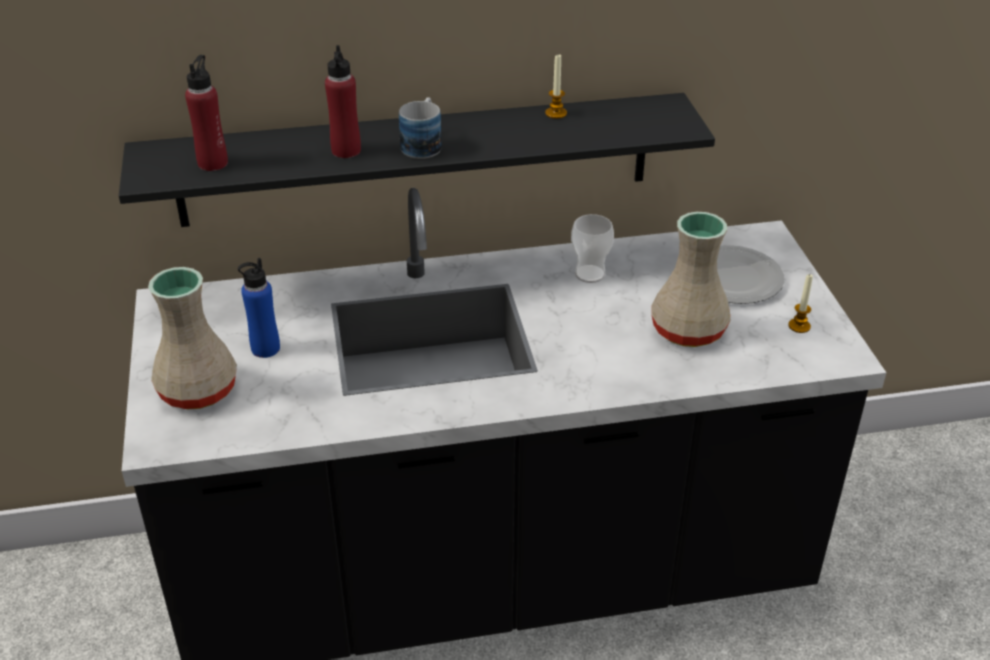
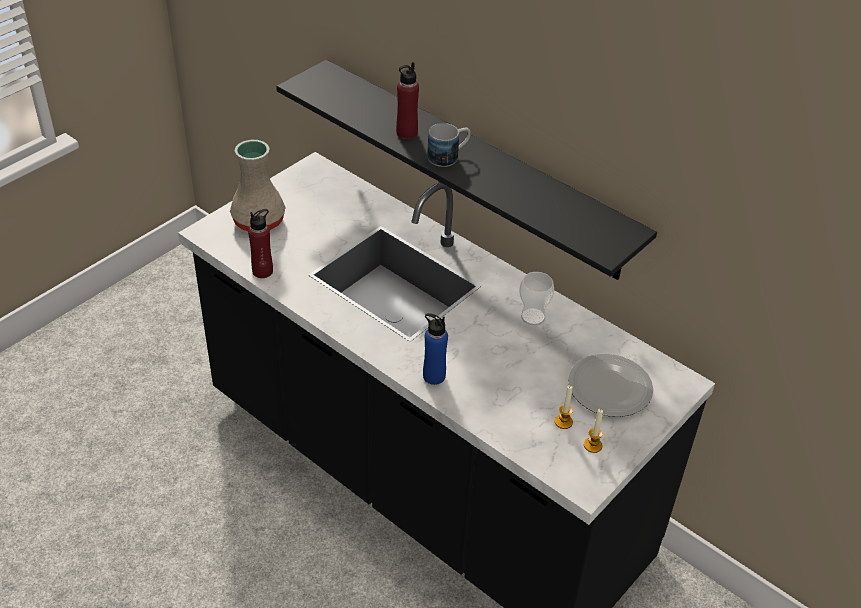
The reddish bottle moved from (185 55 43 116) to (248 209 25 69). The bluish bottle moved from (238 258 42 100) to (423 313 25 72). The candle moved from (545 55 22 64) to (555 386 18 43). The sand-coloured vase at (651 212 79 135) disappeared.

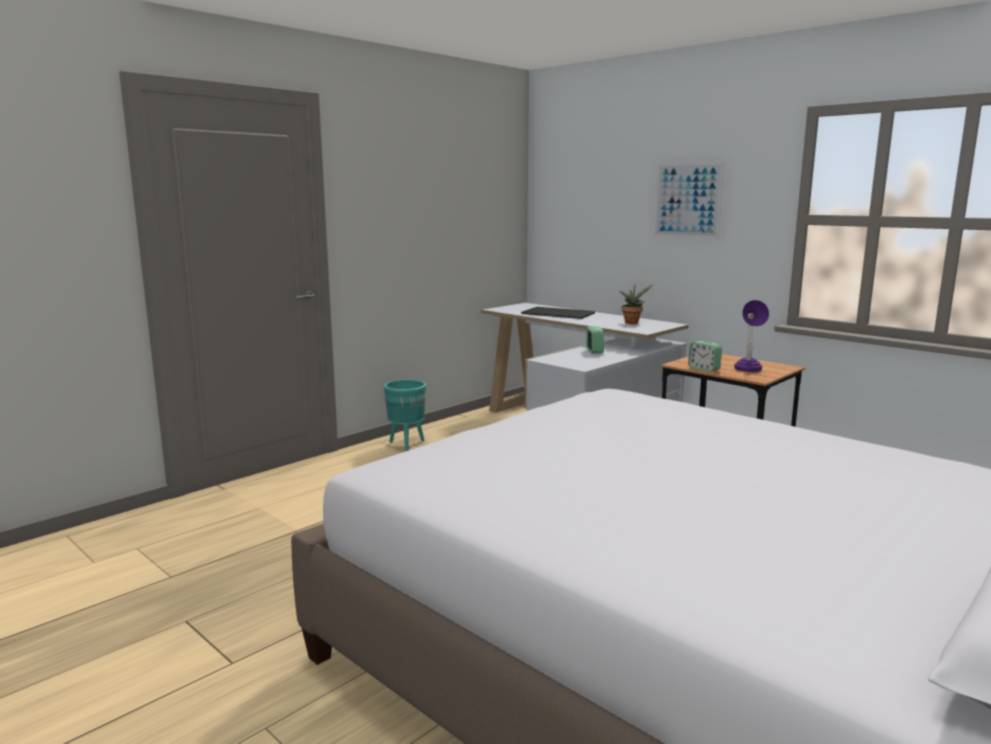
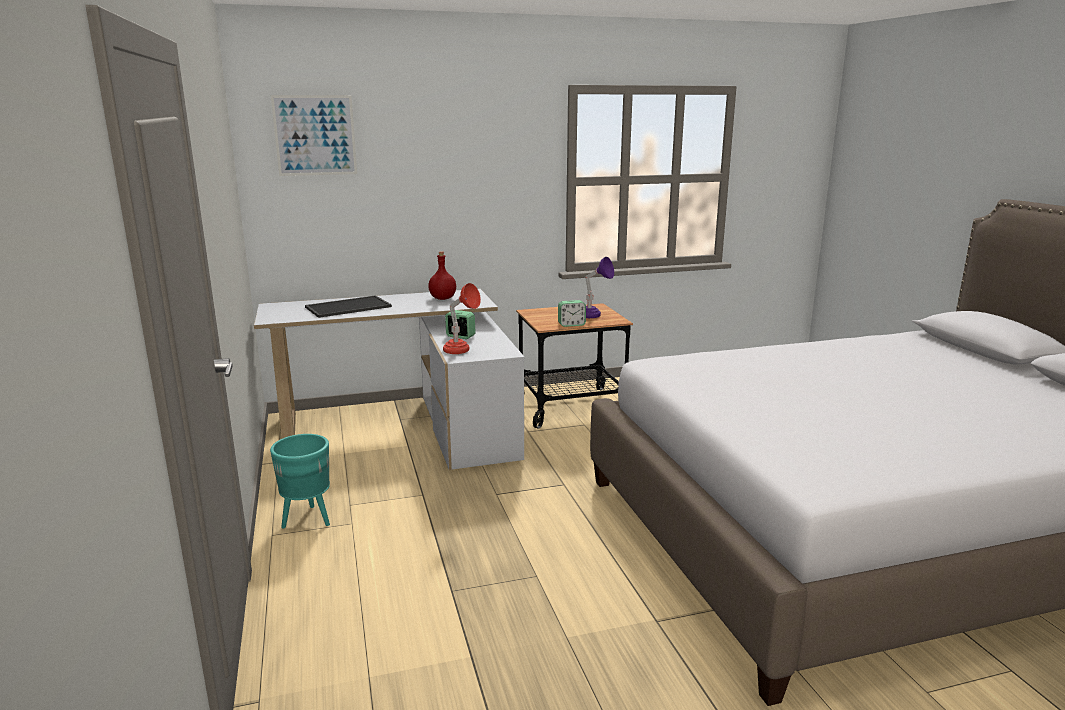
The plant in a pot at (619 284 35 40) was replaced by the reddish bottle at (428 251 28 49). The wall art moved from (654 162 70 77) to (271 95 86 81). The reddish lamp for a table at (443 283 38 71) appeared.

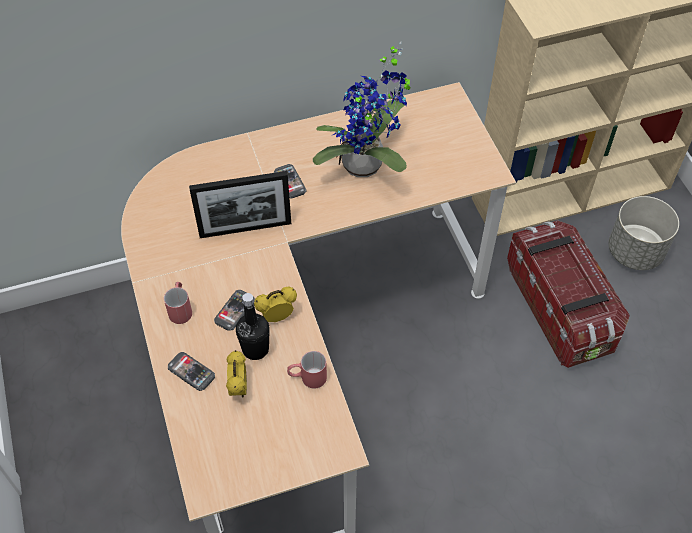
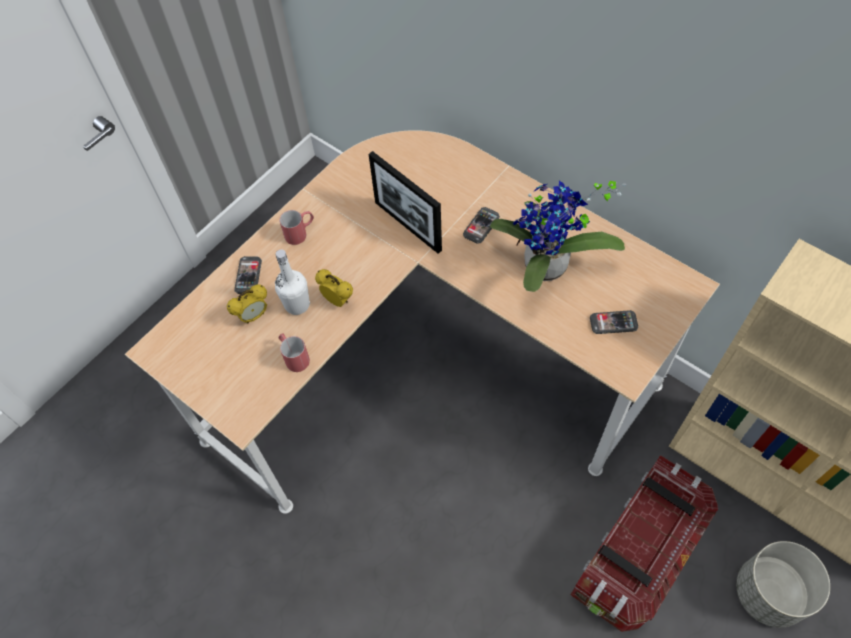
The handset moved from (214 290 41 41) to (590 310 48 24). The black-coloured bottle at (236 293 34 67) became the white-coloured bottle at (275 250 35 65).

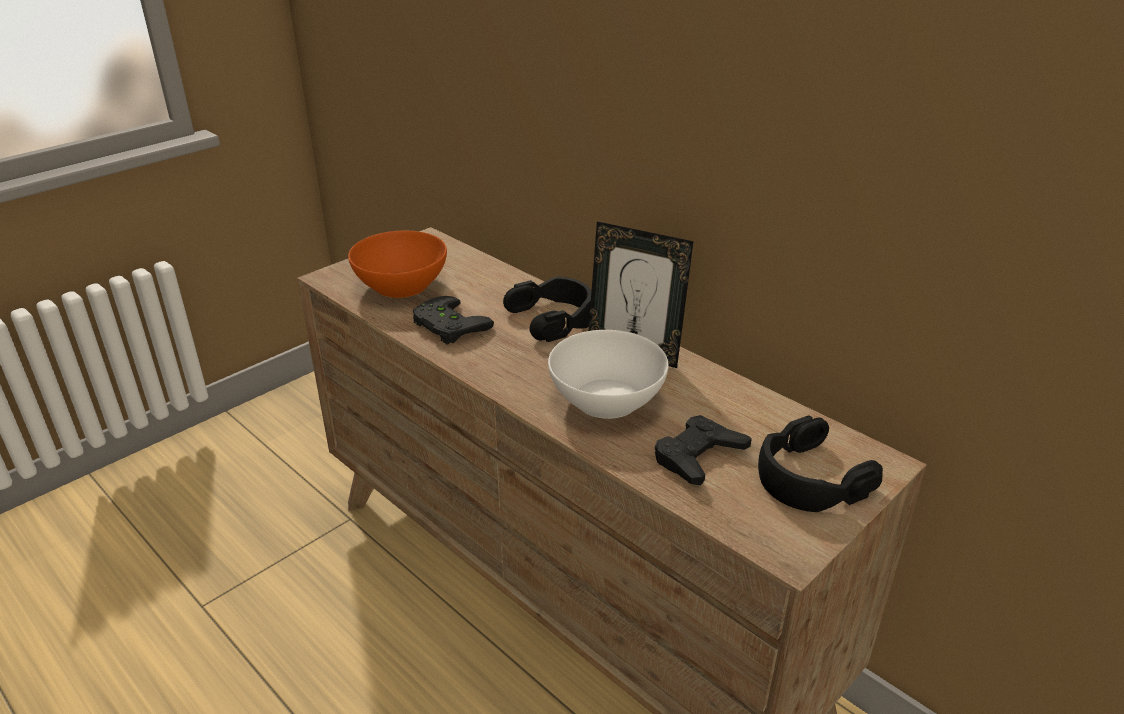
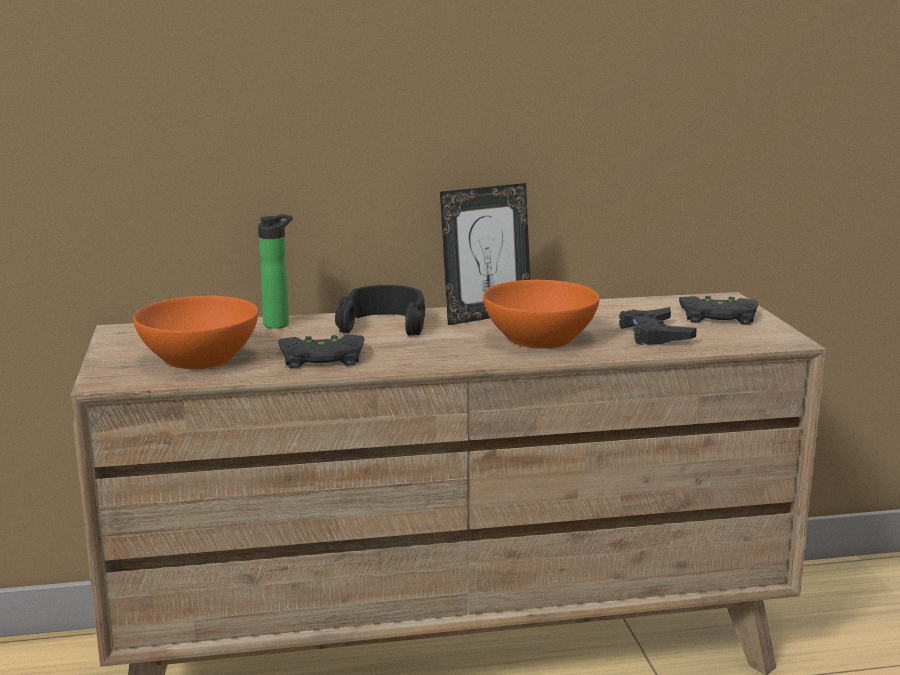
The white-coloured bowl at (548 330 120 89) became the orange bowl at (483 280 116 69). The black-coloured headphones at (758 416 125 96) was replaced by the black-coloured game controller at (679 296 79 28). The bottle at (258 214 35 115) appeared.

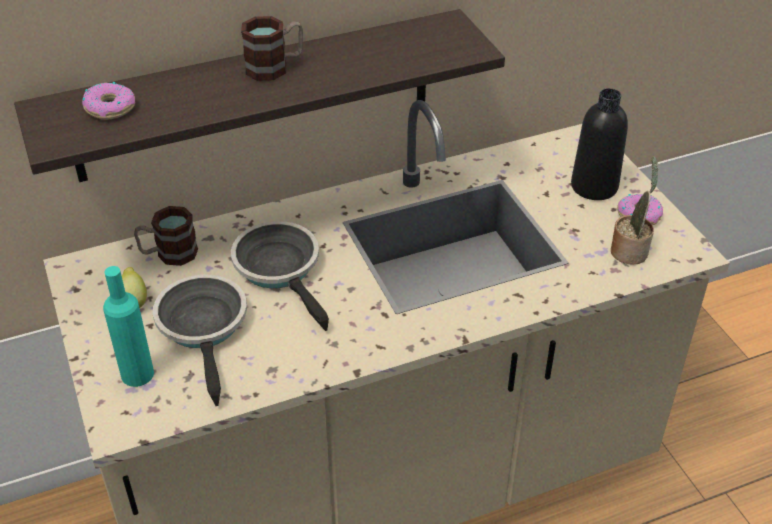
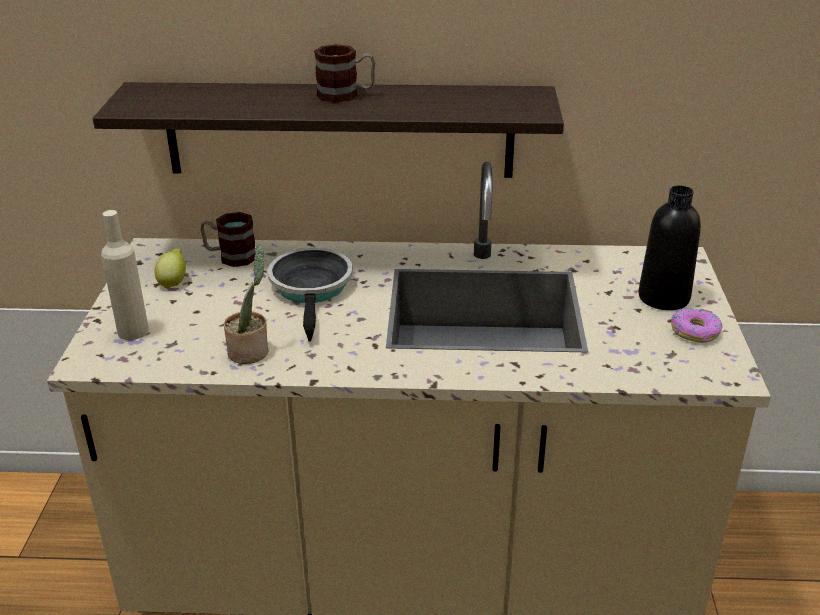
The donut at (82 82 53 38) disappeared. The turquoise-coloured bottle at (103 266 51 121) became the sand-coloured bottle at (101 210 48 130). The skillet at (153 274 94 132) disappeared. The plant in a pot moved from (611 156 48 108) to (224 244 44 120).

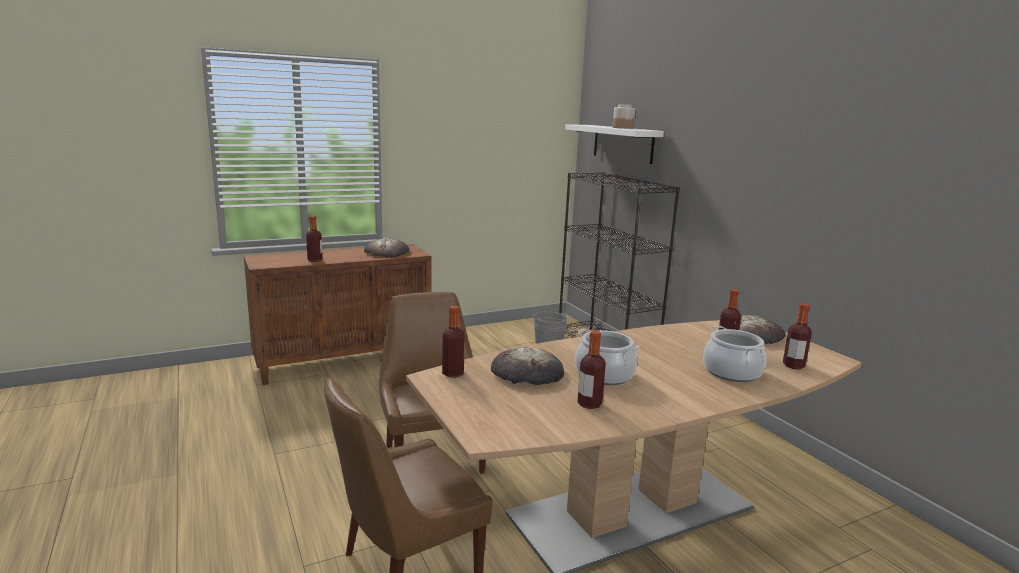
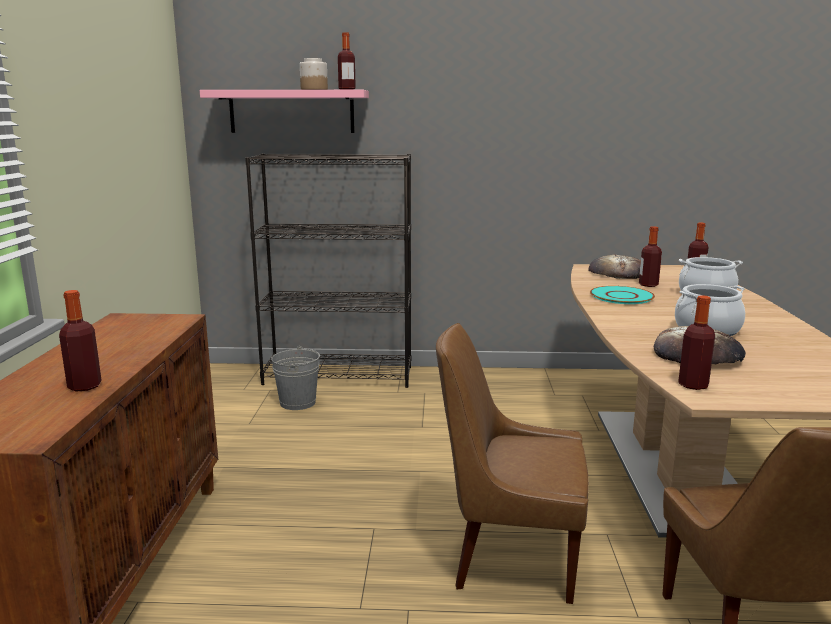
The baked bread at (364 238 45 19) disappeared. The white-coloured bracket shelf at (565 124 99 40) became the pink bracket shelf at (200 90 169 43). The bottle moved from (578 331 28 78) to (338 32 18 58). The turquoise-coloured plate at (590 286 65 18) appeared.

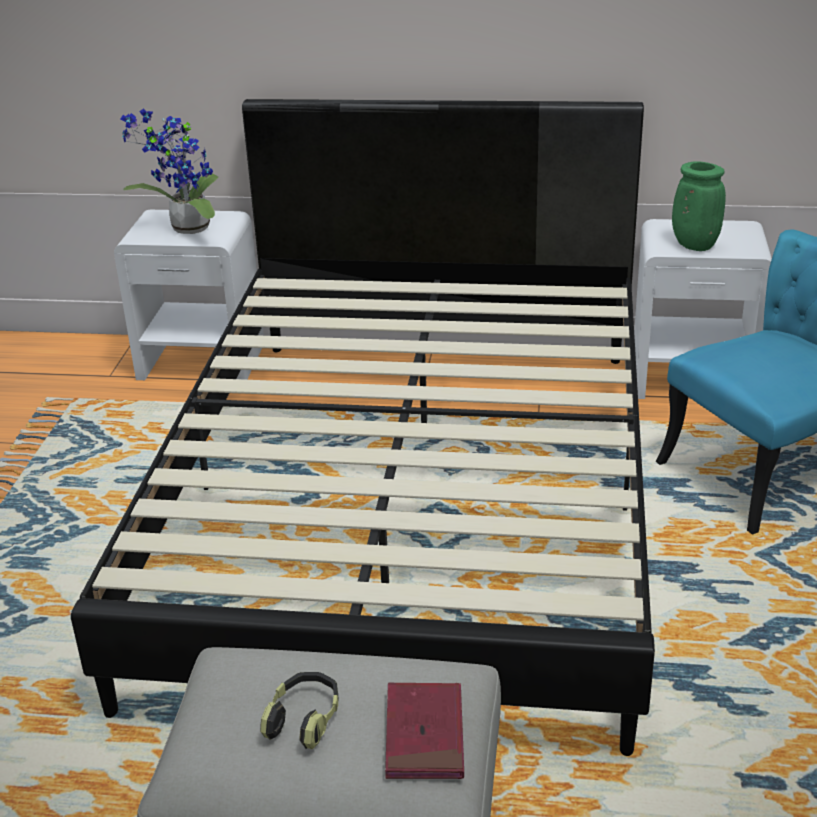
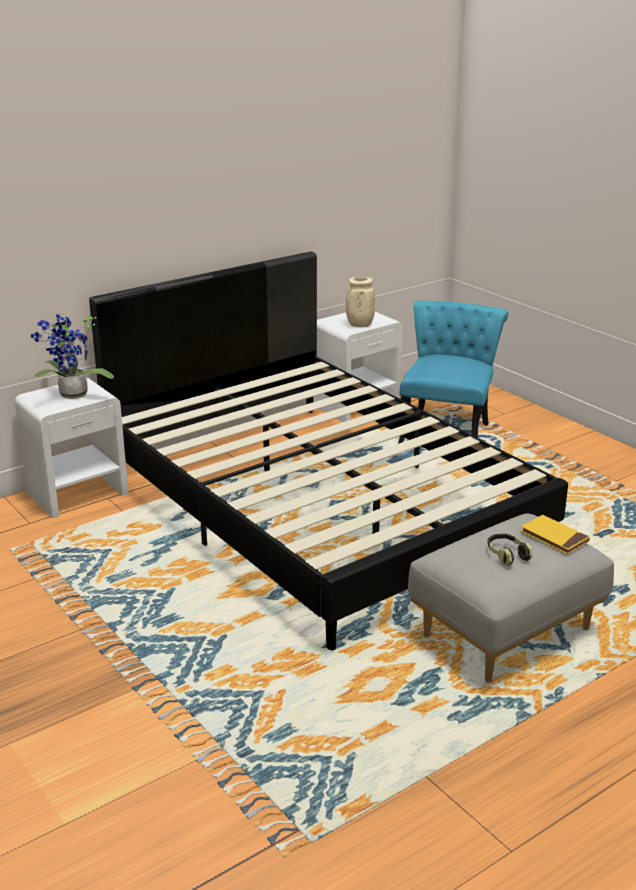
The reddish volume at (385 683 79 96) became the yellow-coloured volume at (520 515 70 40). The green vase at (672 161 54 90) became the sand-coloured vase at (346 277 29 50).

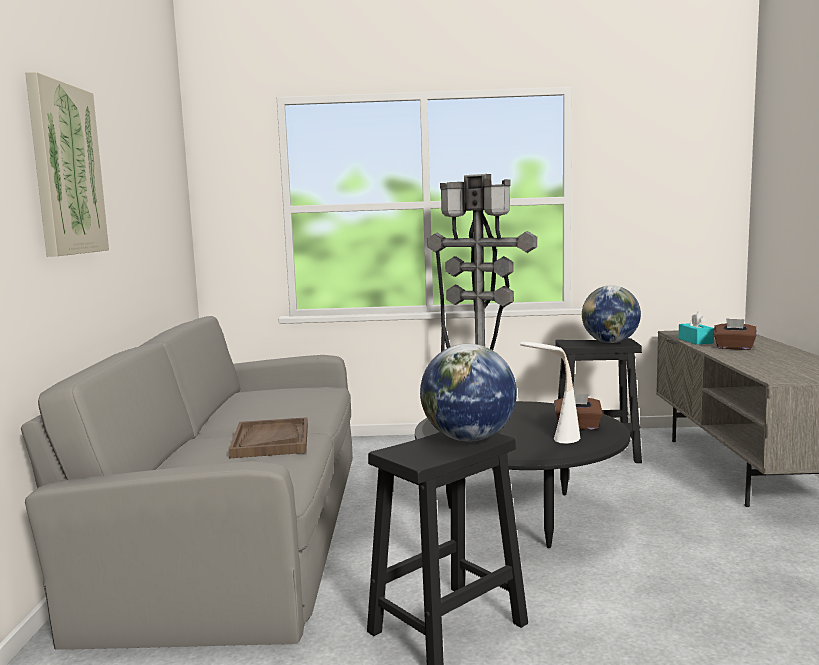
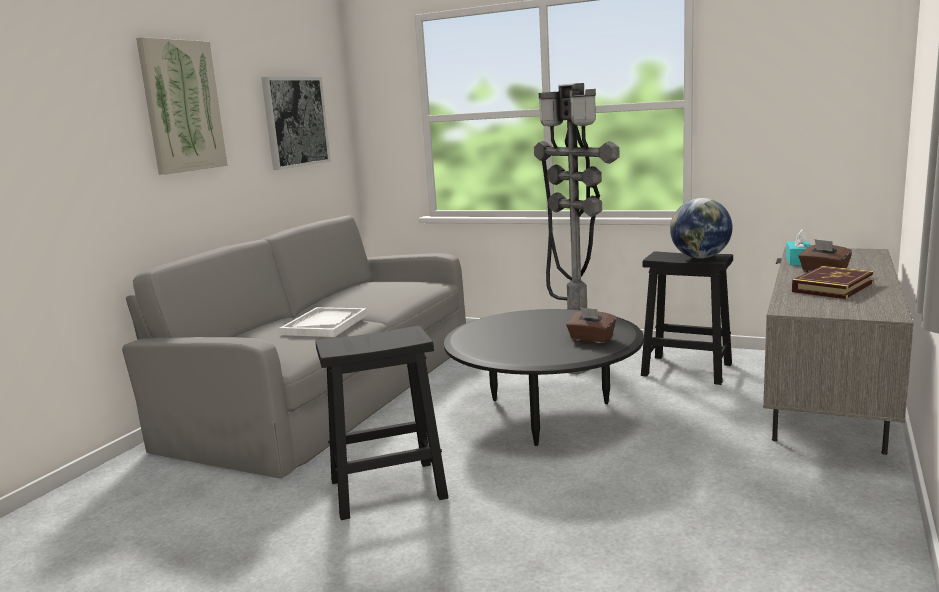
The brownish carrying tray at (229 417 79 41) became the white-coloured carrying tray at (280 307 87 30). The world globe at (420 344 97 98) disappeared. The white-coloured lamp for a table at (520 342 60 102) disappeared. The wall art at (261 77 70 93) appeared. The volume at (792 266 82 33) appeared.

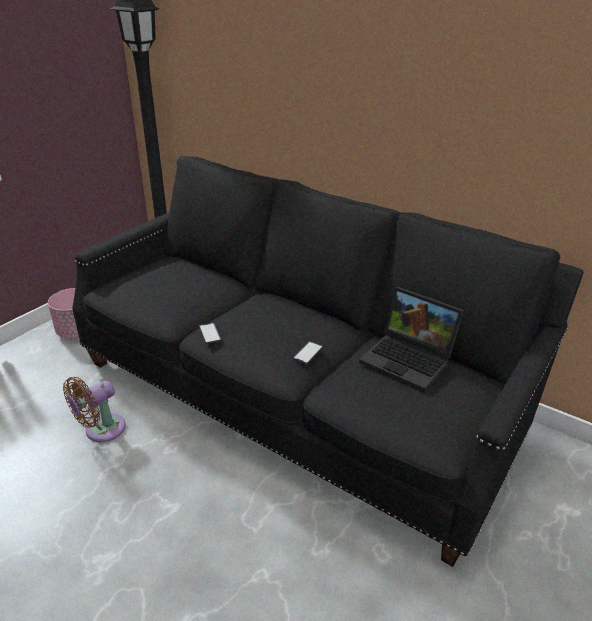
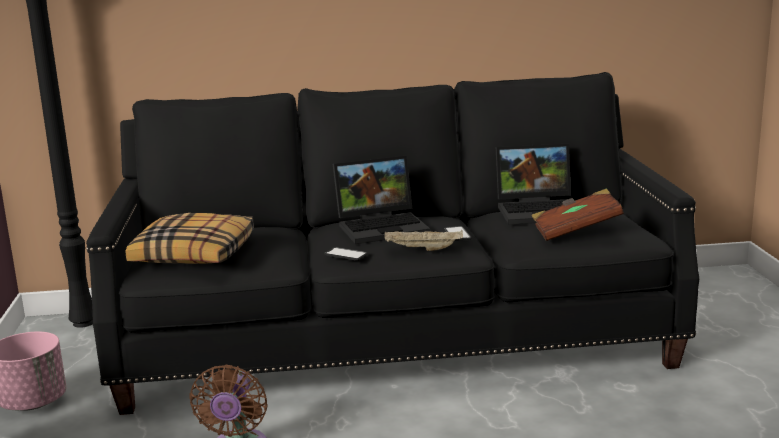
The cushion at (126 213 128 51) appeared. The portable computer at (333 156 97 88) appeared. The sand-coloured carrying tray at (384 230 79 21) appeared. The brownish volume at (532 189 92 52) appeared.

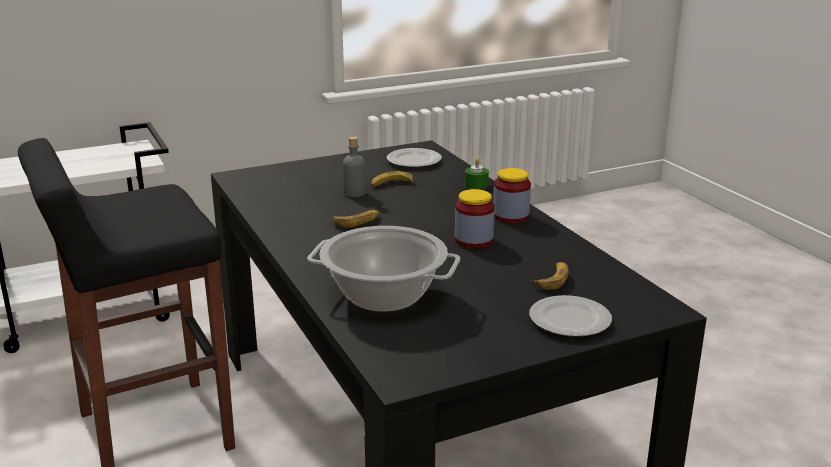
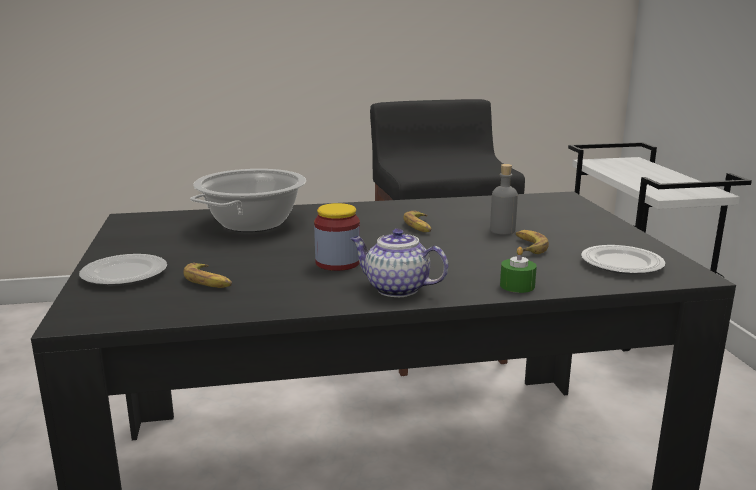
The jar at (493 168 38 55) was replaced by the pot for tea at (350 228 98 69).

